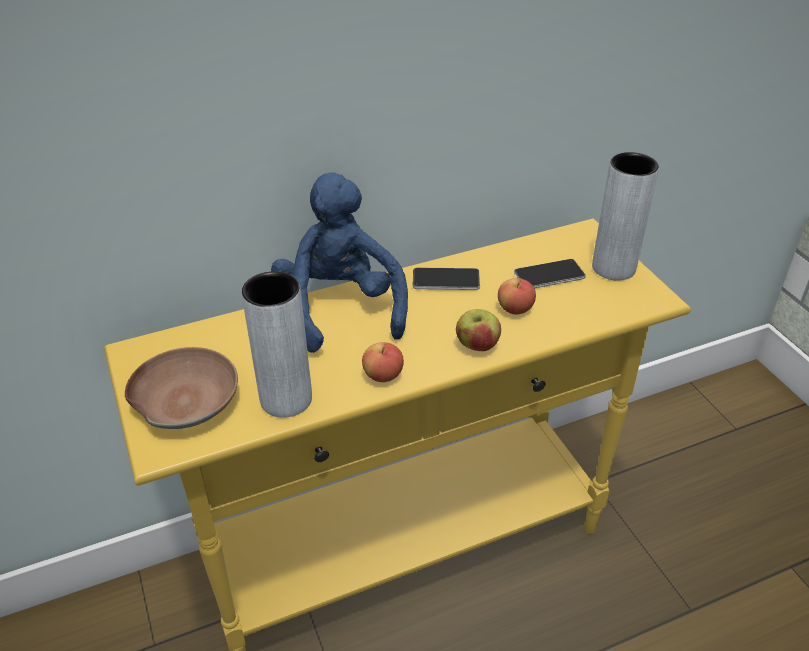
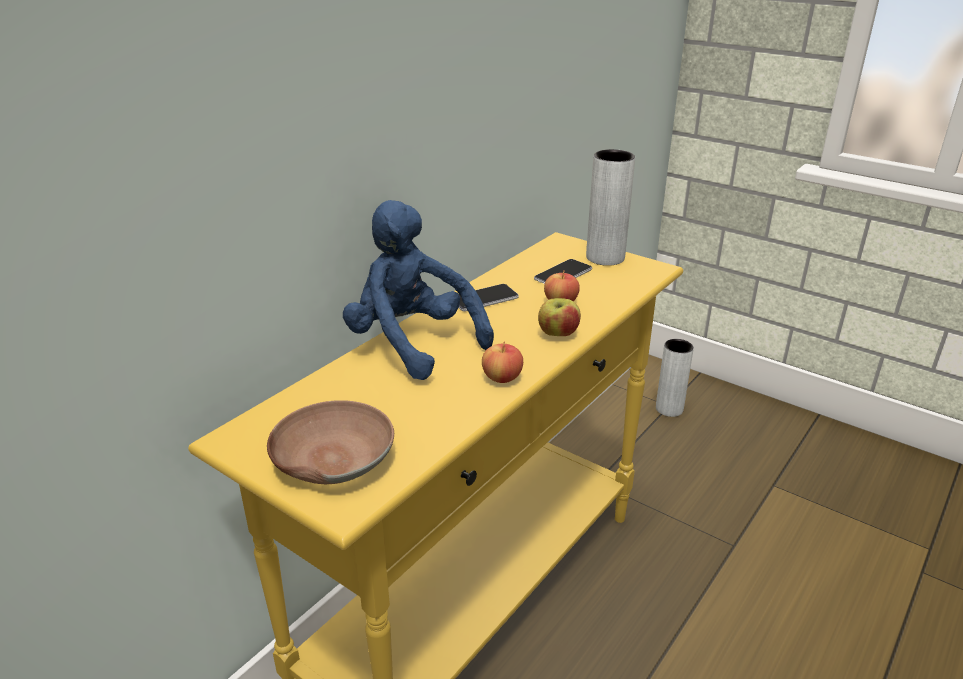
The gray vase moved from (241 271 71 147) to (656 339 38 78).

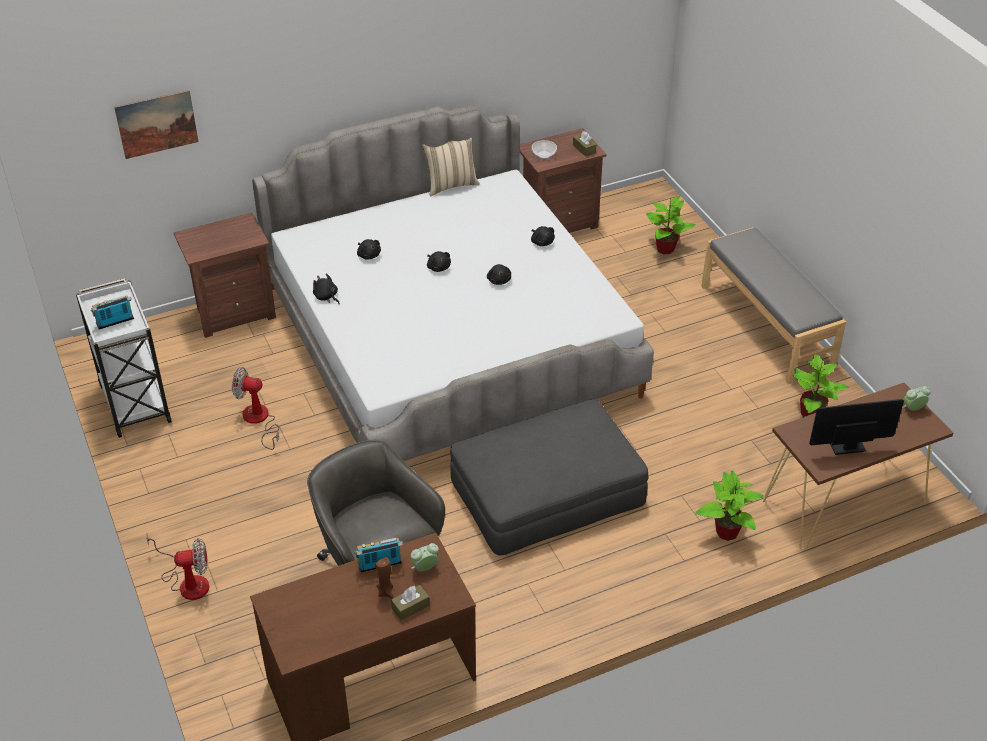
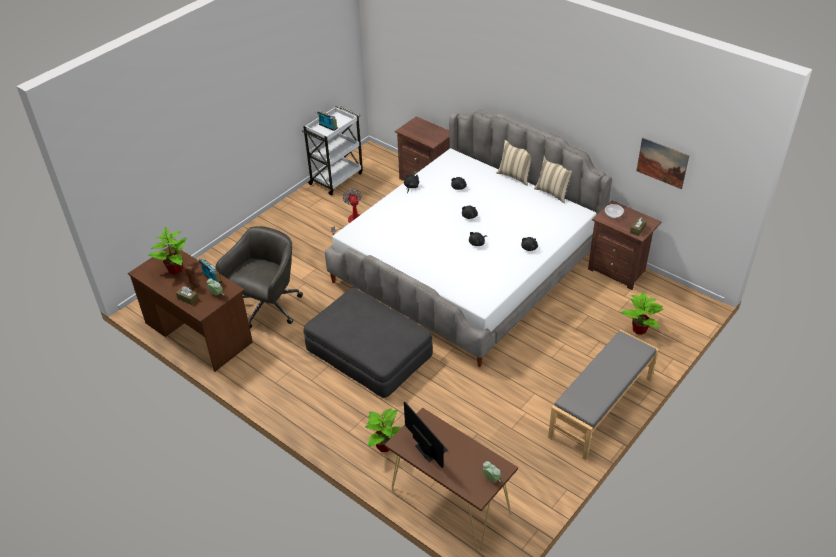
The wall art moved from (114 90 84 69) to (636 138 53 51). The electric fan at (146 533 63 67) disappeared. The plant in a pot moved from (792 354 57 63) to (148 227 38 47). The sand-coloured cushion at (497 140 34 46) appeared.

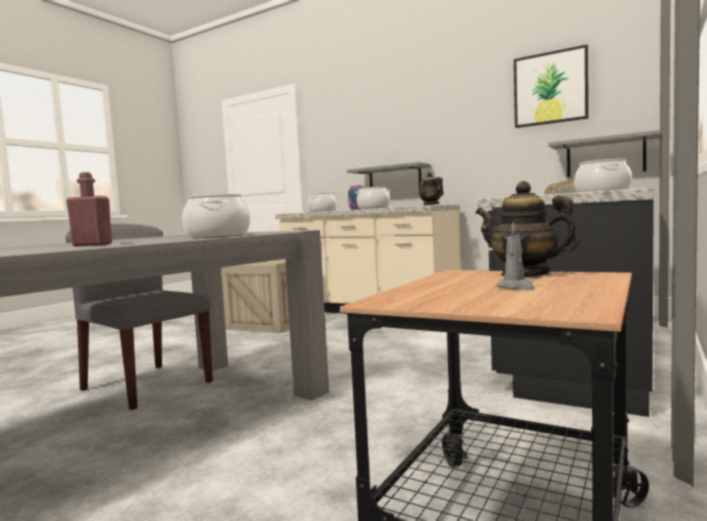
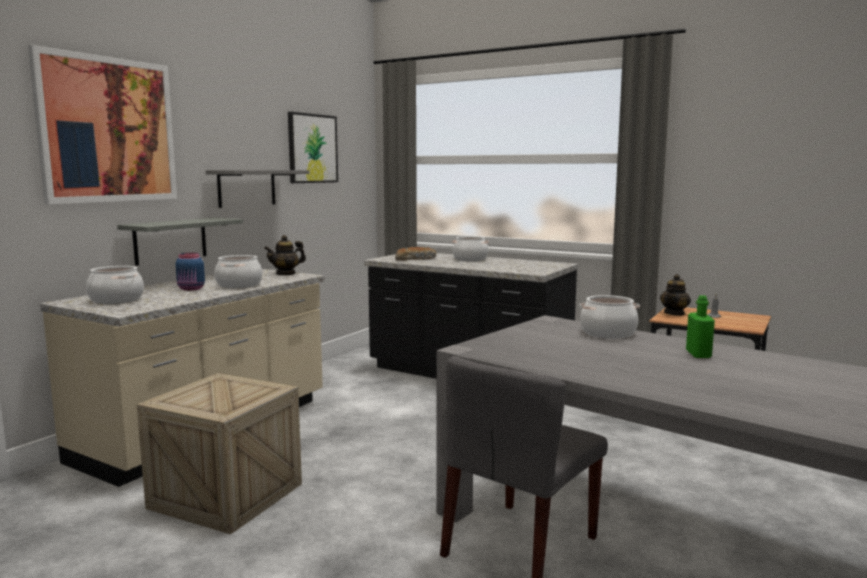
The reddish bottle at (66 172 46 75) became the green bottle at (686 295 29 63). The gray bracket shelf moved from (548 130 112 47) to (205 170 105 38). The wall art at (28 45 149 159) appeared.

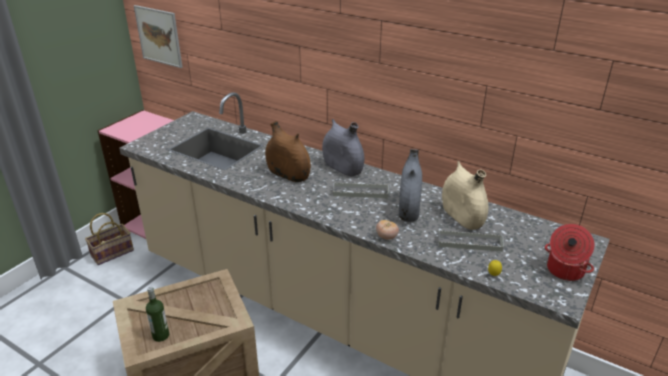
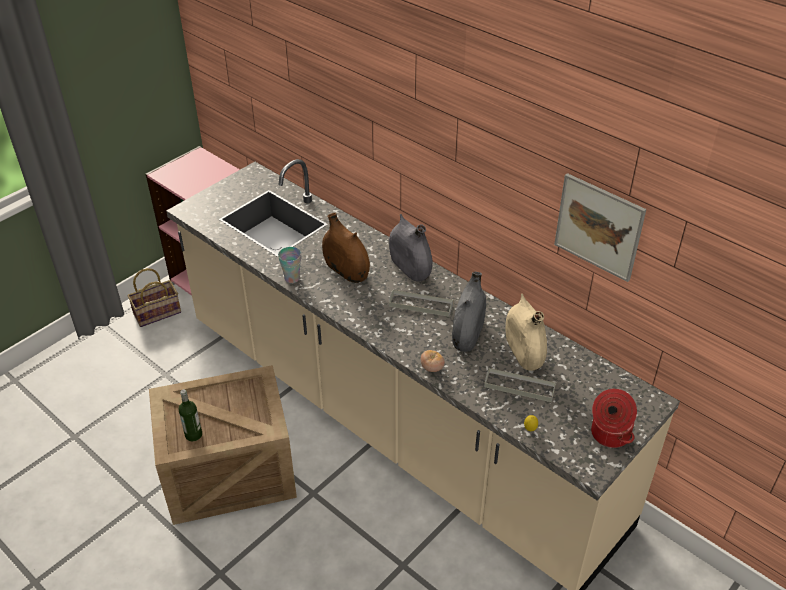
The wall art moved from (134 5 49 63) to (554 173 92 109). The small cup at (278 247 23 36) appeared.

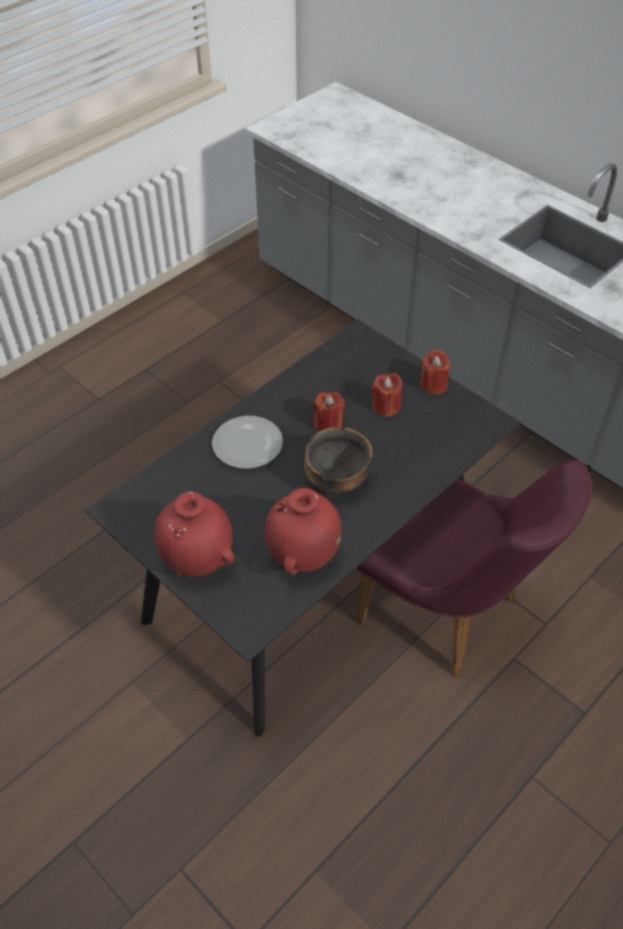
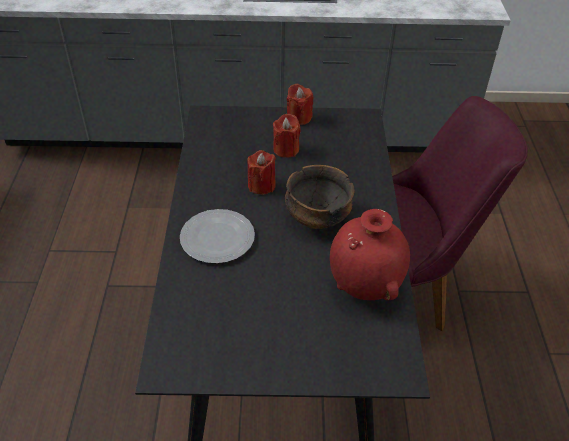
The reddish vase at (155 492 80 85) disappeared.

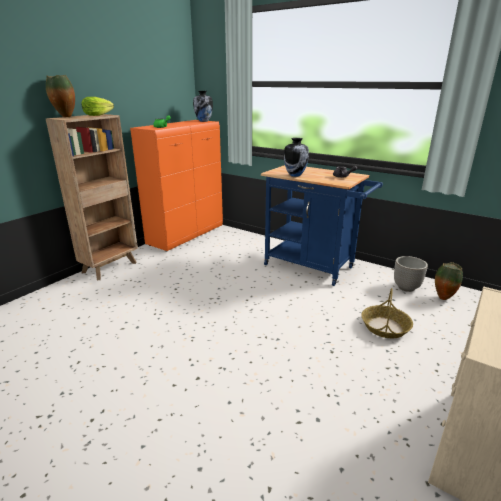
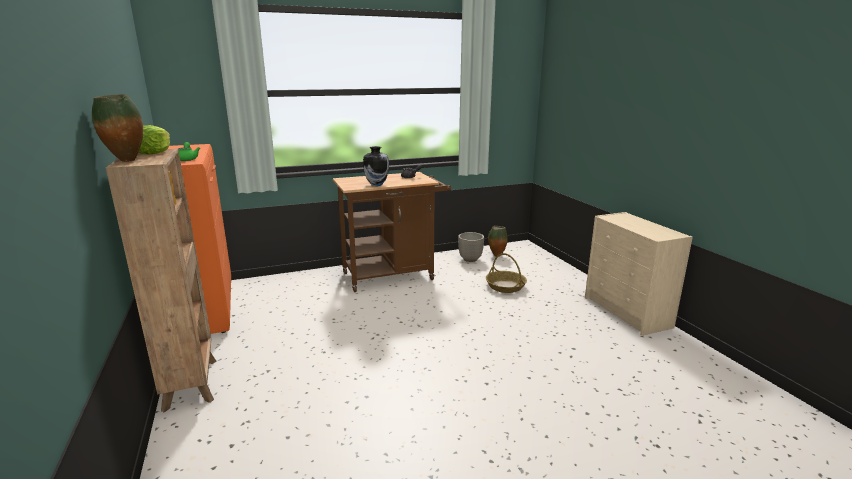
The vase at (193 91 20 31) disappeared. The bluish trolley at (261 165 122 121) became the brownish trolley at (333 172 118 120).

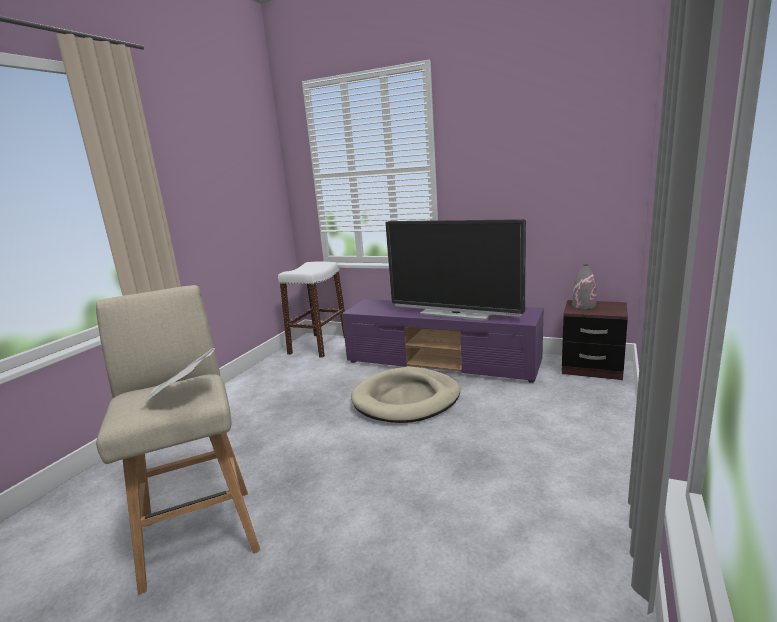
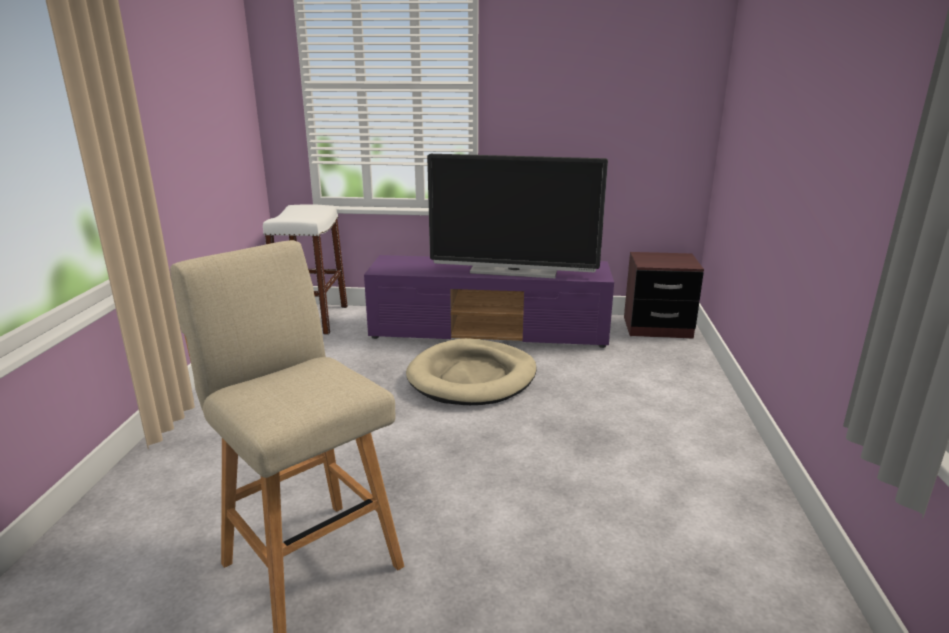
The newspaper at (145 347 70 55) disappeared. The gray vase at (572 265 25 44) disappeared.

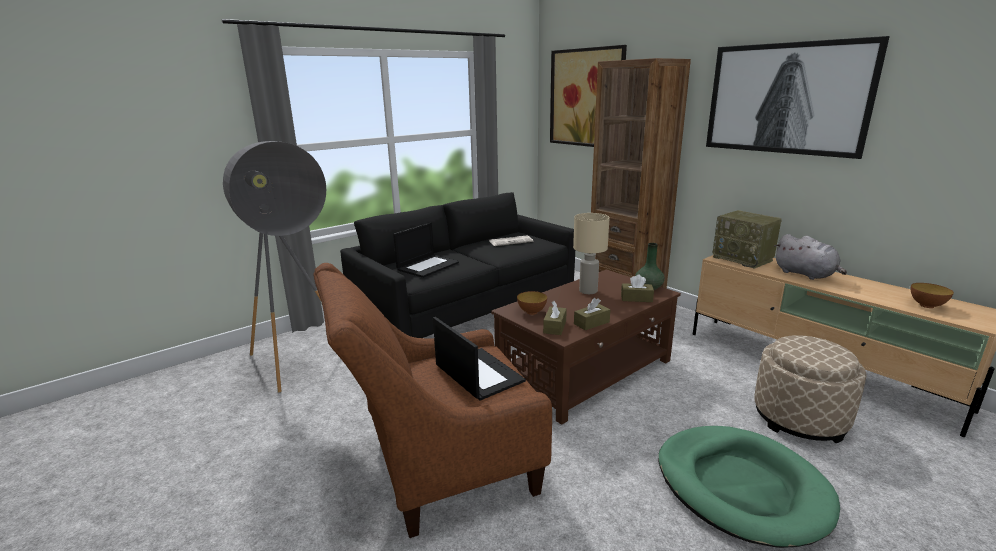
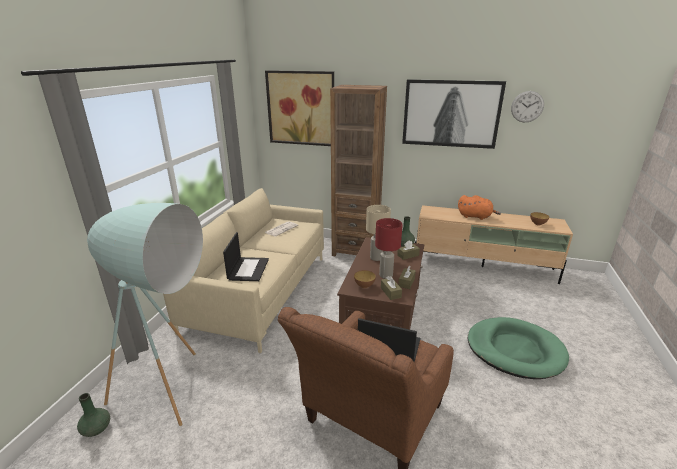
The gray standing lamp at (223 141 103 252) became the turquoise-coloured standing lamp at (87 203 116 223). The black-coloured settee at (340 192 235 146) became the sand-coloured settee at (163 188 161 165). The radio receiver at (712 210 70 59) disappeared. The sand-coloured pouffe at (754 335 112 108) disappeared. The gray cuddly toy at (775 234 72 46) became the orange cuddly toy at (458 195 43 25). The green vase at (77 393 33 44) appeared. The reddish lamp for a table at (375 218 28 61) appeared. The hanging clock at (511 91 33 31) appeared.

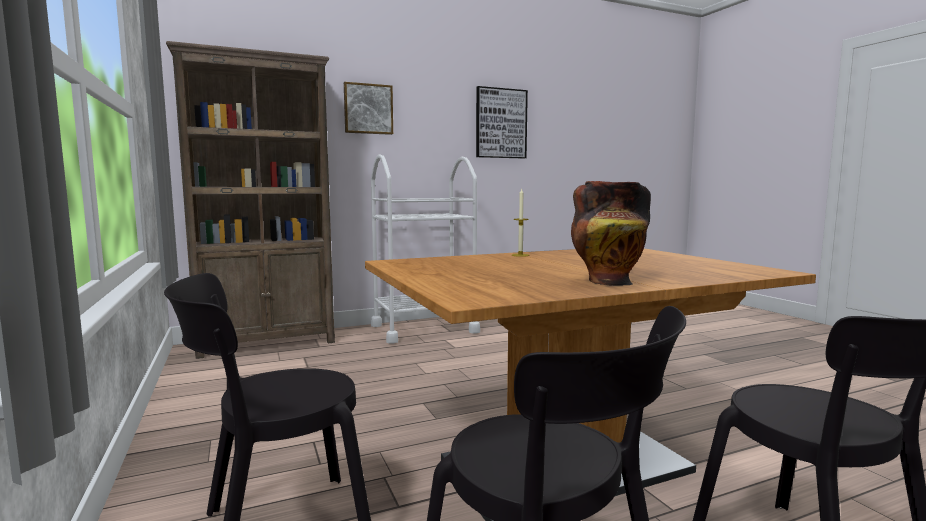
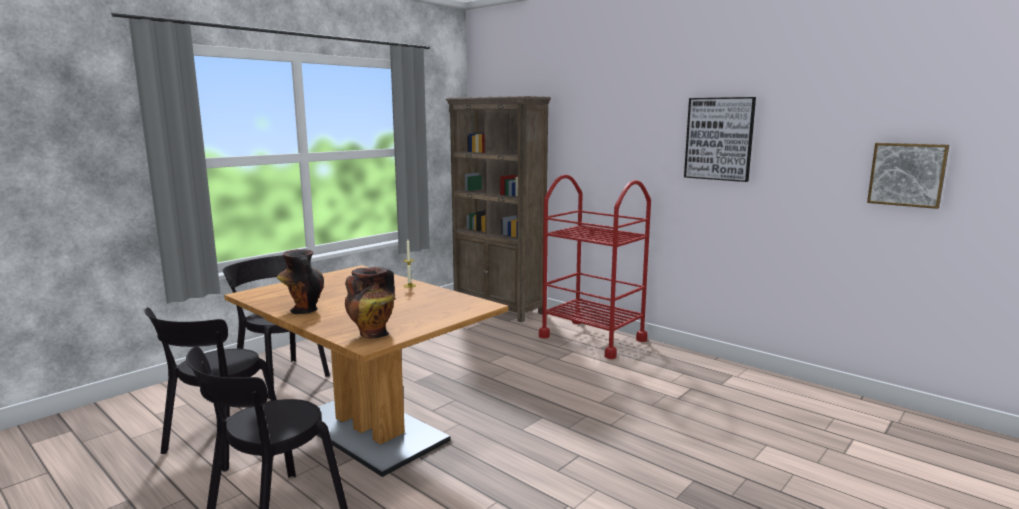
The wall art moved from (344 82 49 53) to (867 143 82 66). The white-coloured trolley at (371 154 109 190) became the reddish trolley at (539 174 112 185). The vase at (345 267 50 72) appeared.

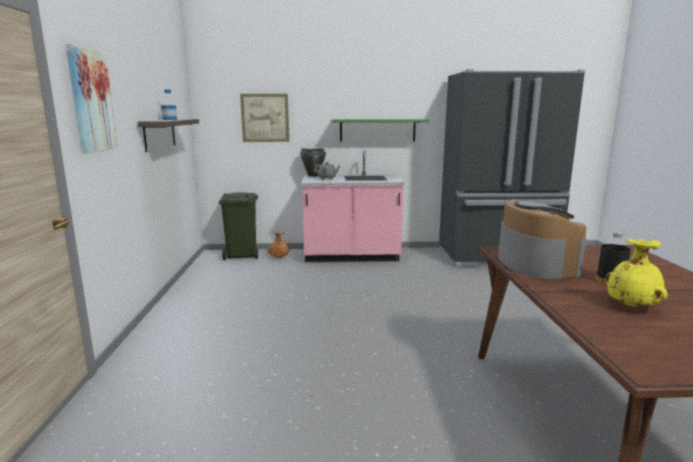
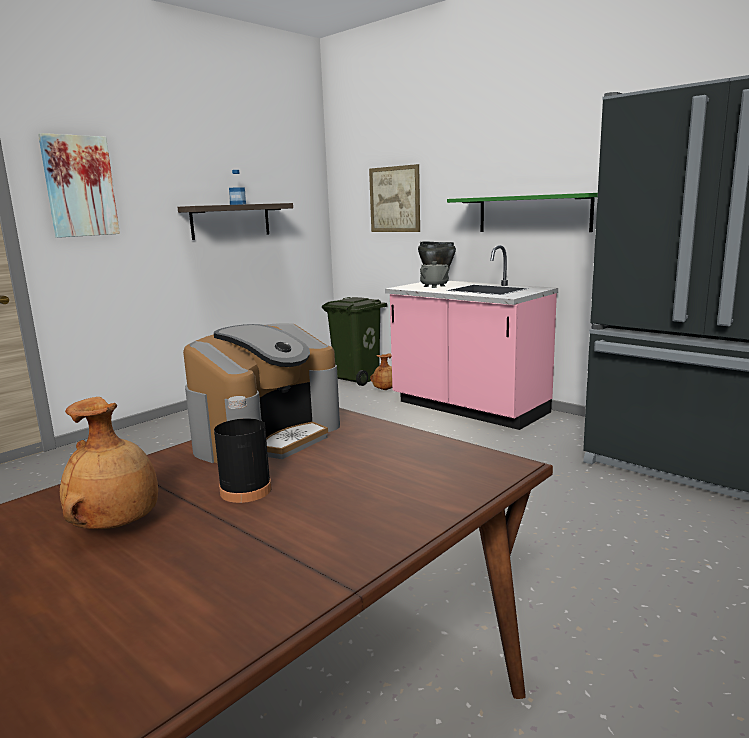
The yellow-coloured vase at (605 239 63 68) became the brownish vase at (60 397 98 132).

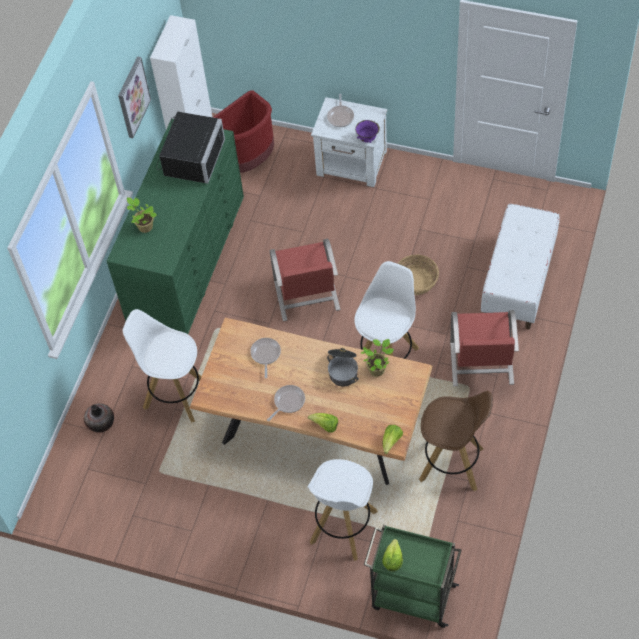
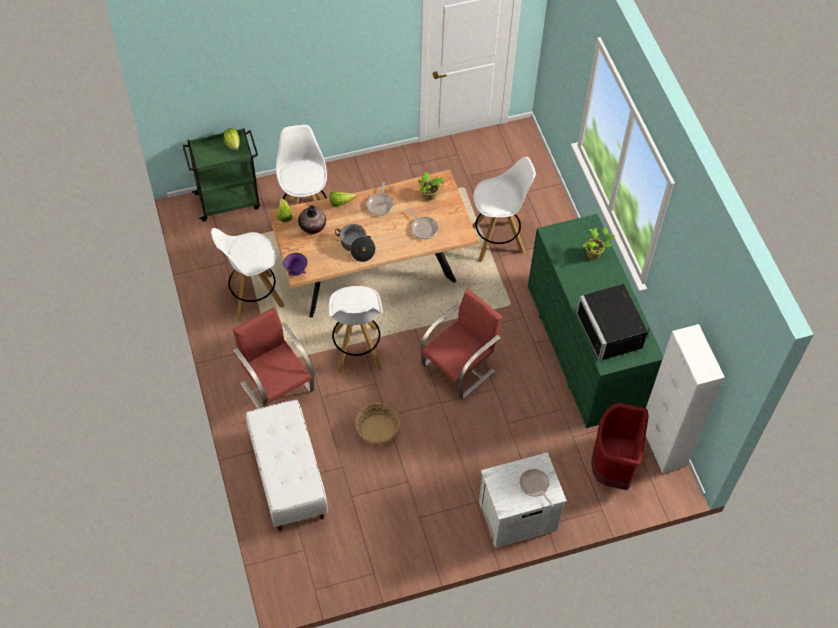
The vase moved from (84 403 30 30) to (298 206 28 28). The wall art at (118 56 33 82) disappeared. The reddish plain chair at (270 239 70 82) turned 90 degrees clockwise. The purple bowl moved from (355 120 25 23) to (283 253 24 23). The plant in a pot moved from (361 339 33 37) to (418 172 26 29). The brownish sitting stool at (419 391 74 100) became the white-coloured sitting stool at (211 228 74 94).

